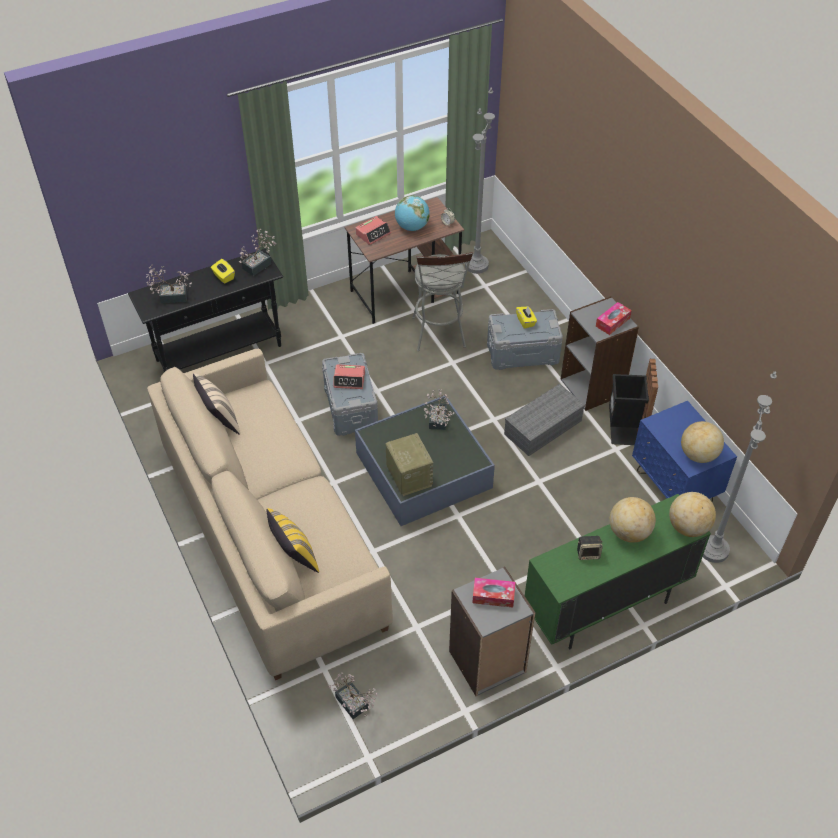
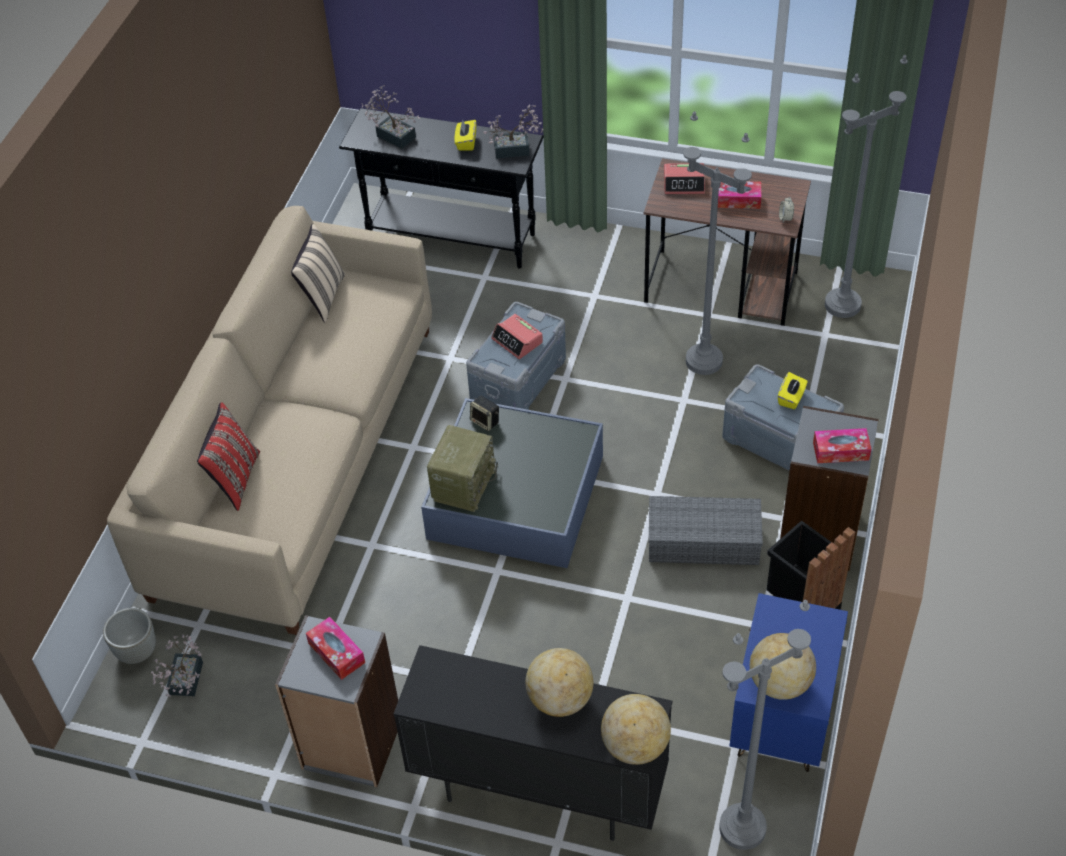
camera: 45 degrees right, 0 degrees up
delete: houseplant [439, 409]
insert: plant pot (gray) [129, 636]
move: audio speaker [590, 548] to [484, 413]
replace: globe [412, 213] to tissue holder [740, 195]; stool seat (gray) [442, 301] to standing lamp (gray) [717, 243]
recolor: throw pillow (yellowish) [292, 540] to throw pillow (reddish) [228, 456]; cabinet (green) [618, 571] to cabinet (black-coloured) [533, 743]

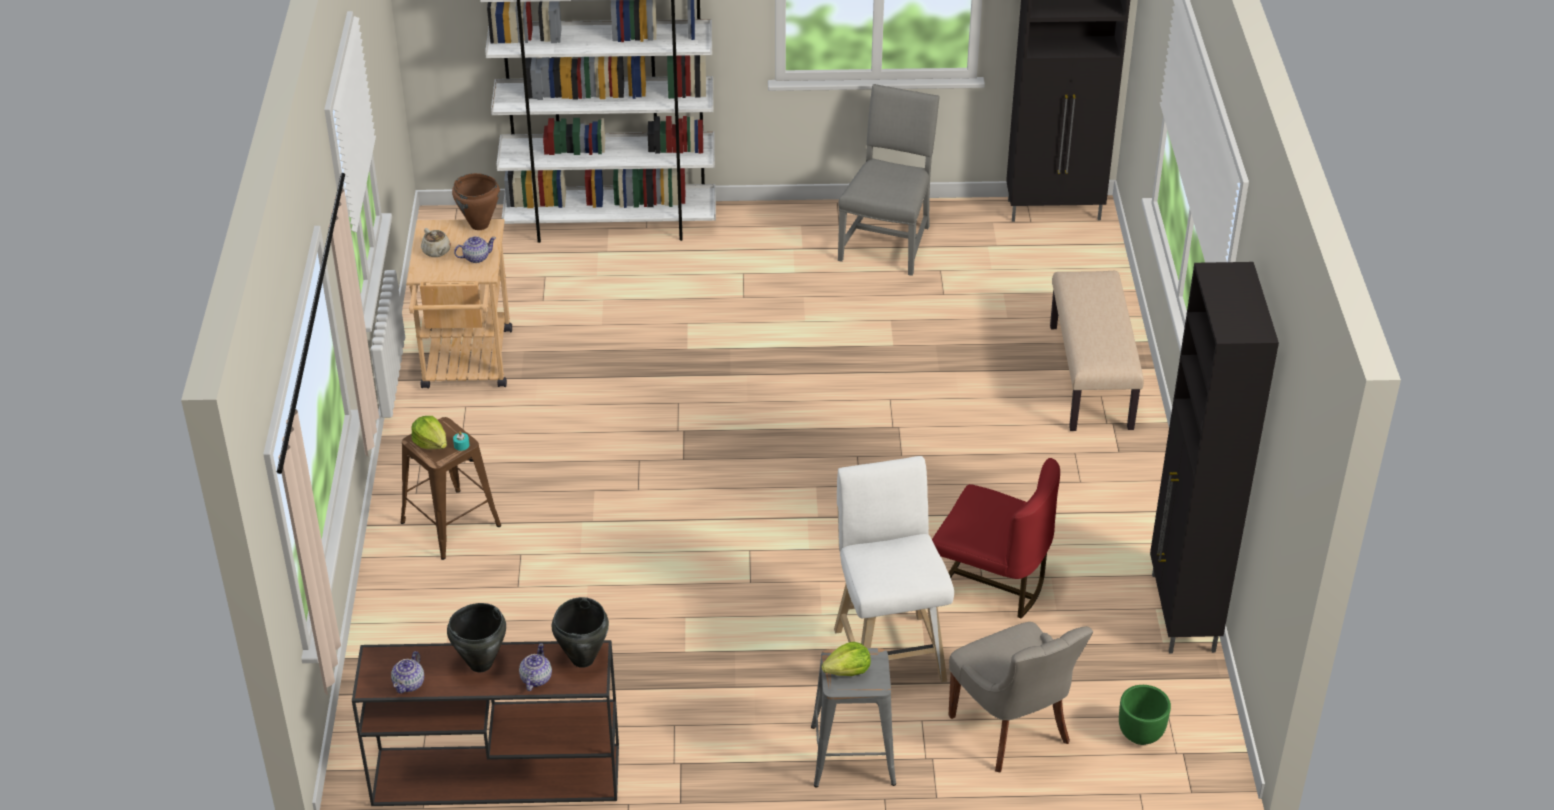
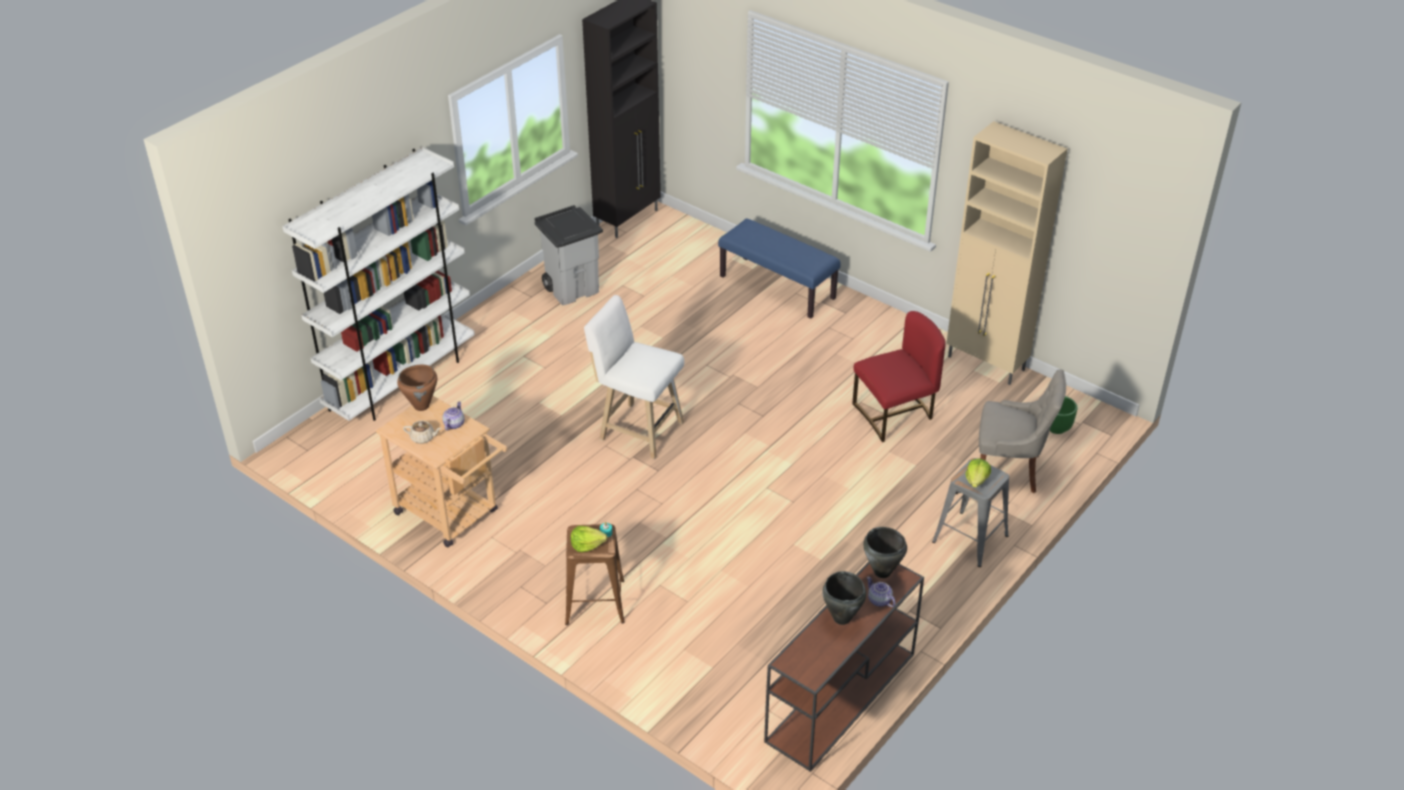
camera: 50 degrees left, 0 degrees up
delete: pot for tea [407, 672]
move: stool seat (white-coloured) [894, 569] to [634, 377]
replace: upright chair (gray) [889, 180] to waste bin (gray) [569, 255]
recolor: long seat (sand-coloured) [1097, 351] to long seat (bluish) [779, 268]; cabinet (black-coloured) [1214, 457] to cabinet (sand-coloured) [1006, 253]

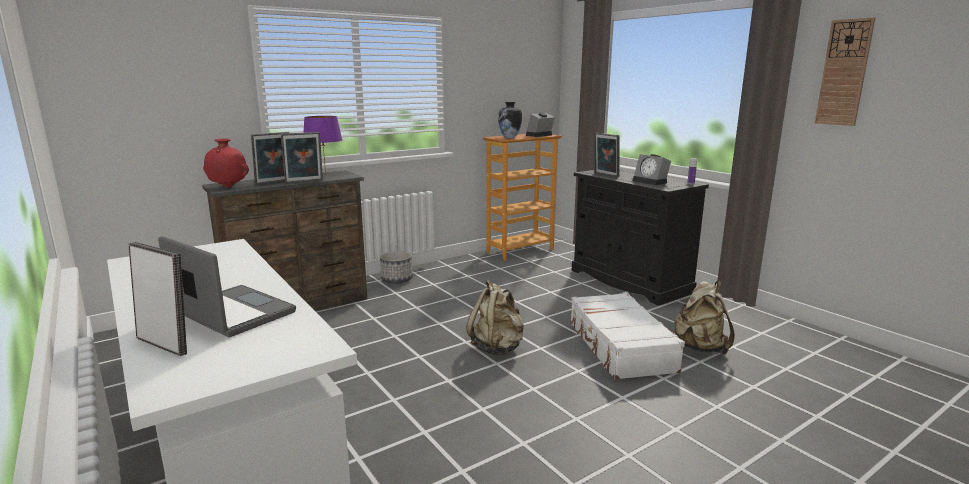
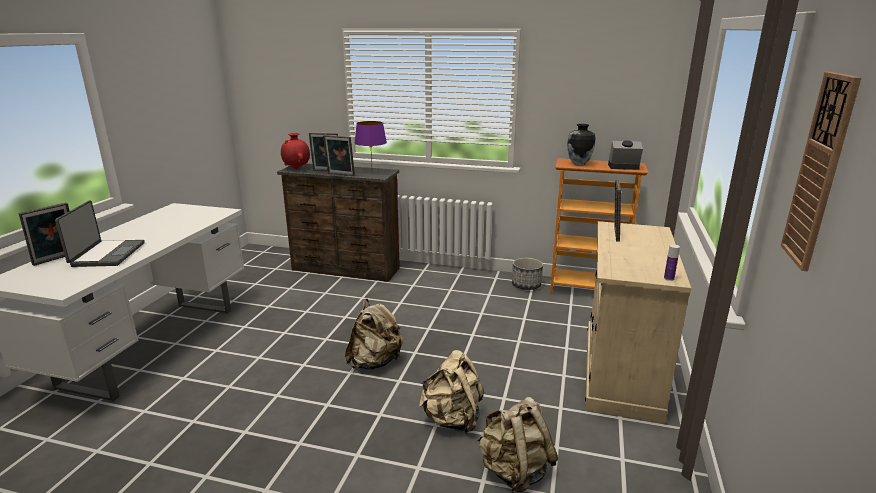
camera: 50 degrees right, 5 degrees up
delete: alarm clock [652, 169]
move: plant pot [396, 267] to [527, 274]
replace: travel case (white-coloured) [627, 336] to backpack (sand-coloured) [451, 392]
recolor: cabinet (black-coloured) [640, 237] to cabinet (sand-coloured) [638, 322]
rotate: picture frame [158, 299] = [43, 234] 45 degrees clockwise

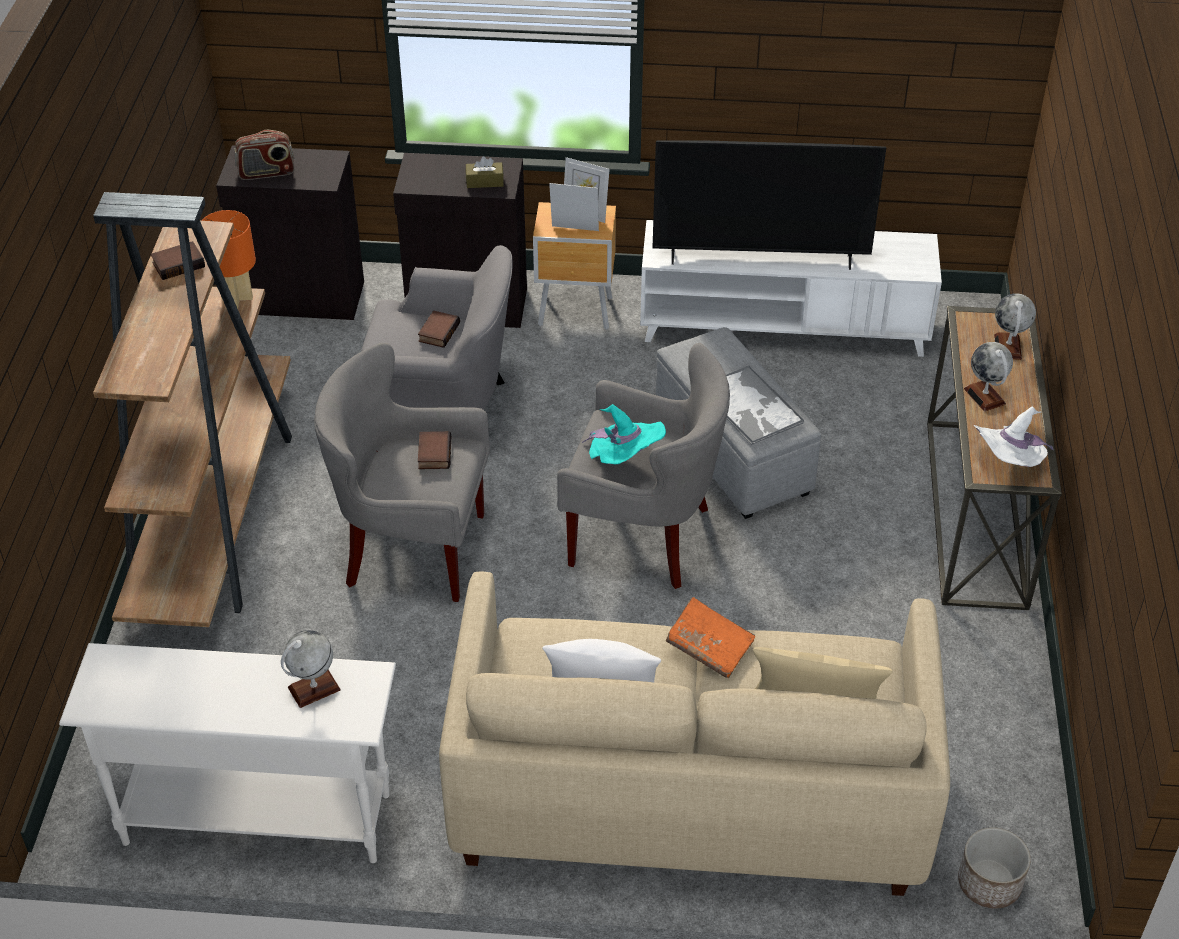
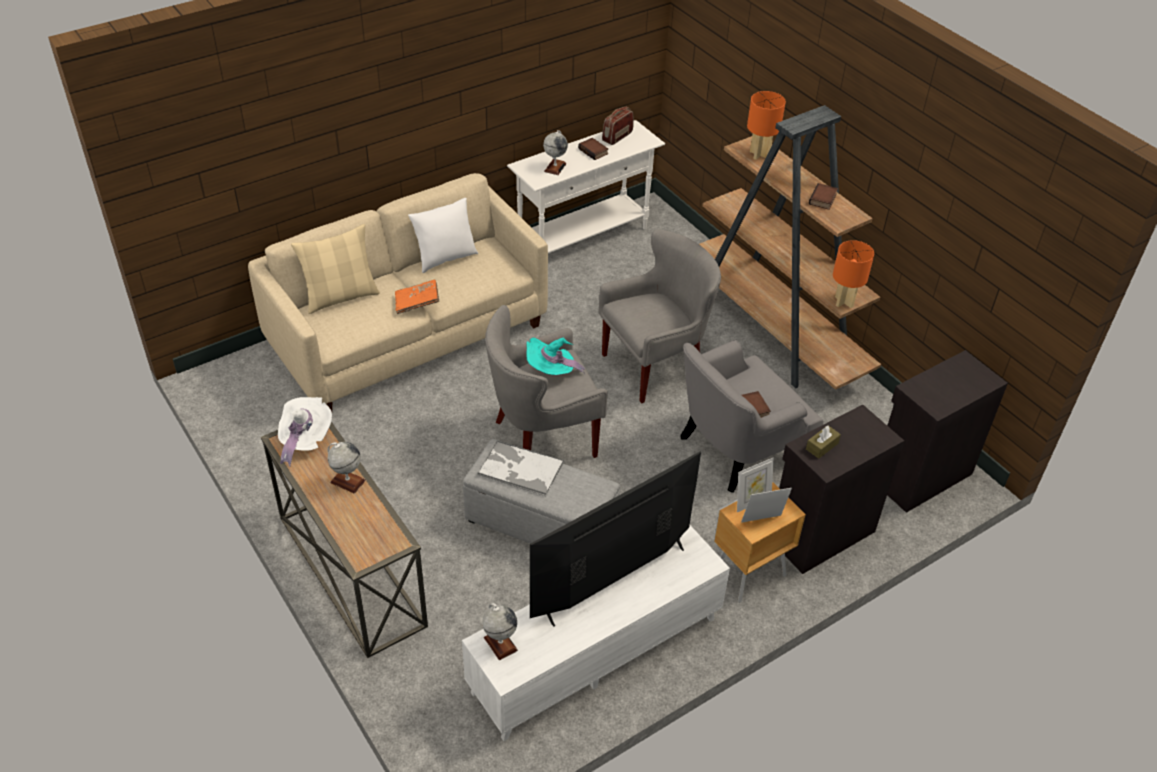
camera: 140 degrees right, 0 degrees up
delete: plant pot [994, 868]
insert: table lamp (orangey) [766, 125]
move: radio set [265, 155] to [618, 126]; book [434, 450] to [593, 149]; globe [1015, 326] to [500, 631]

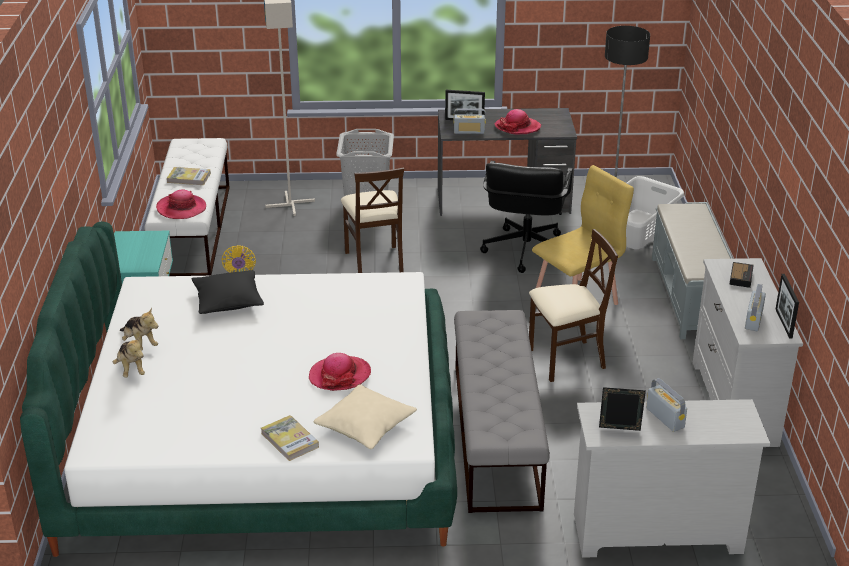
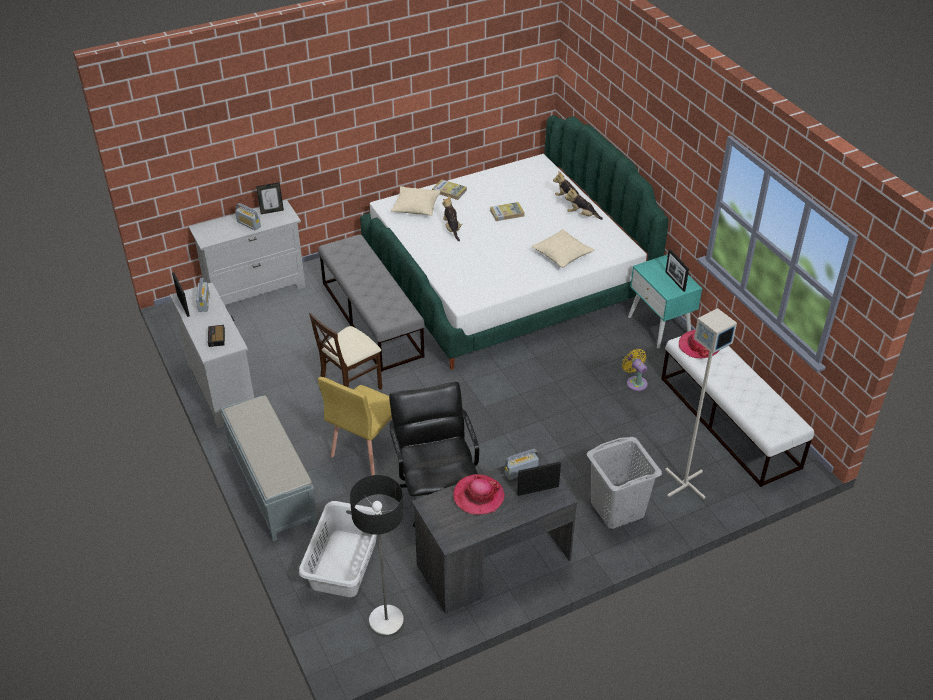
camera: 155 degrees right, 10 degrees up
delete: upright chair (sand-coloured) [372, 220]
insert: picture frame [677, 270]
move: book [189, 176] to [507, 211]
replace: clothing hat [340, 372] to cuddly toy [452, 218]
recolor: throw pillow (black-coloured) [228, 292] to throw pillow (sand-coloured) [563, 248]

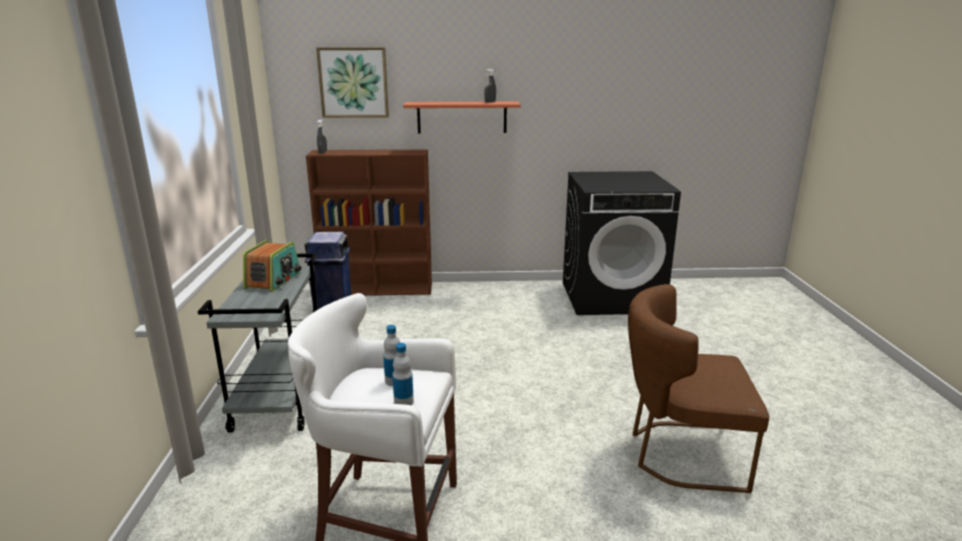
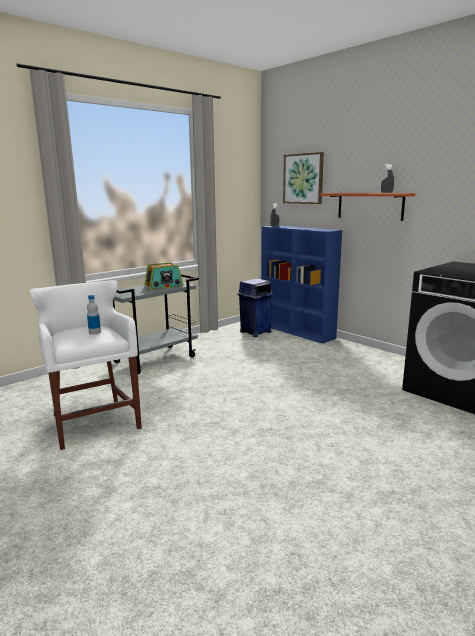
camera: 50 degrees right, 5 degrees down
delete: beverage bottle [403, 374]; upright chair (brown) [698, 388]
recolor: shelving unit (brown) [369, 222] to shelving unit (bluish) [301, 285]

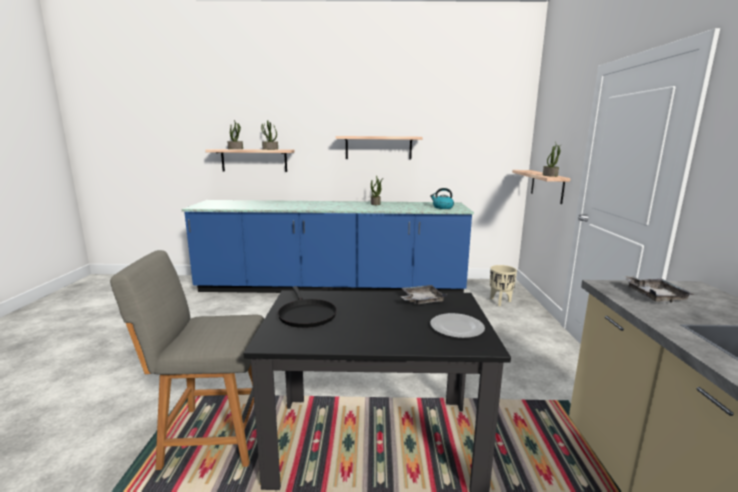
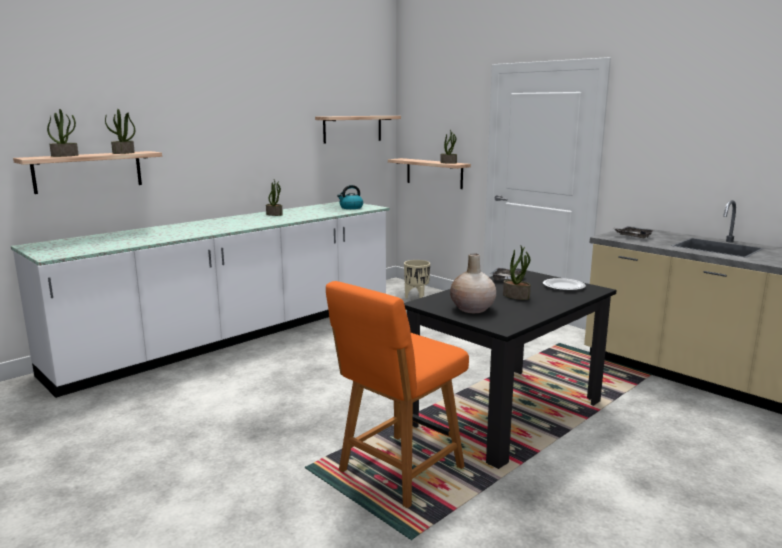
camera: 45 degrees left, 0 degrees up
insert: houseplant [517, 273]
move: shelf [379, 148] to [358, 130]
replace: pan (black-coloured) [307, 307] to flower vase (sand-coloured) [473, 283]
recolor: upright chair (gray) [187, 360] to upright chair (orangey) [397, 394]; counter (bluish) [327, 246] to counter (white-coloured) [200, 300]

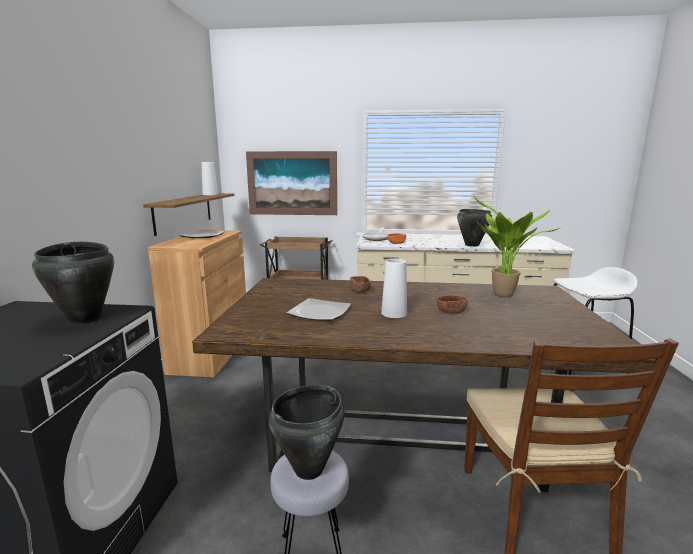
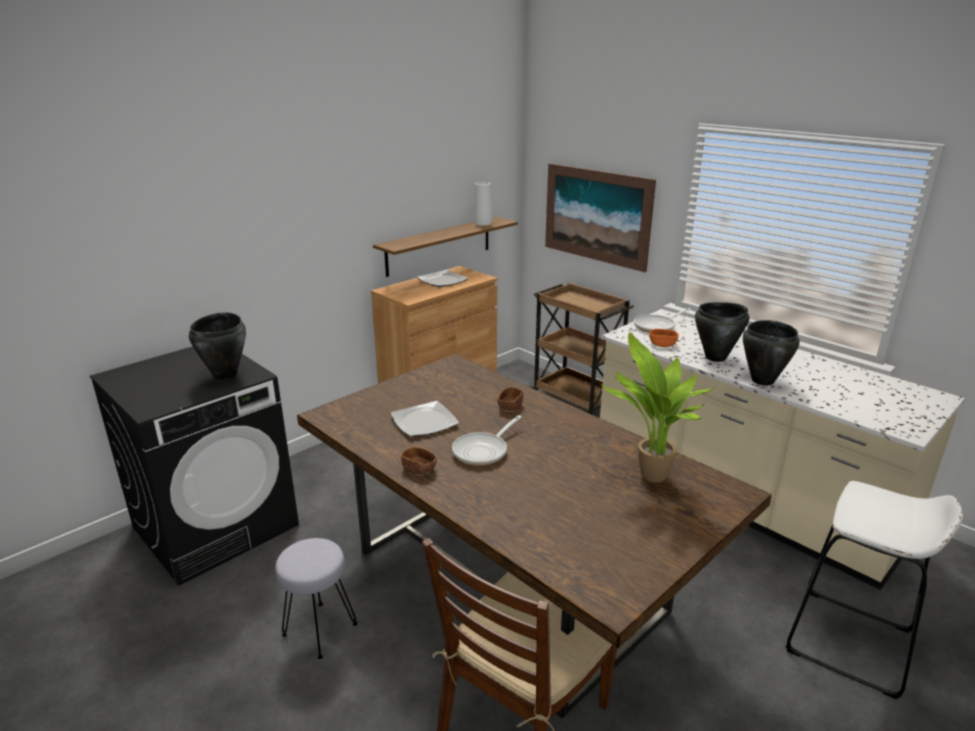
camera: 40 degrees right, 10 degrees up
move: saucepot (black-coloured) [307, 432] to [722, 332]; deep dish (brown) [452, 304] to [419, 461]
replace: flower vase (white-coloured) [394, 288] to pan [487, 440]

